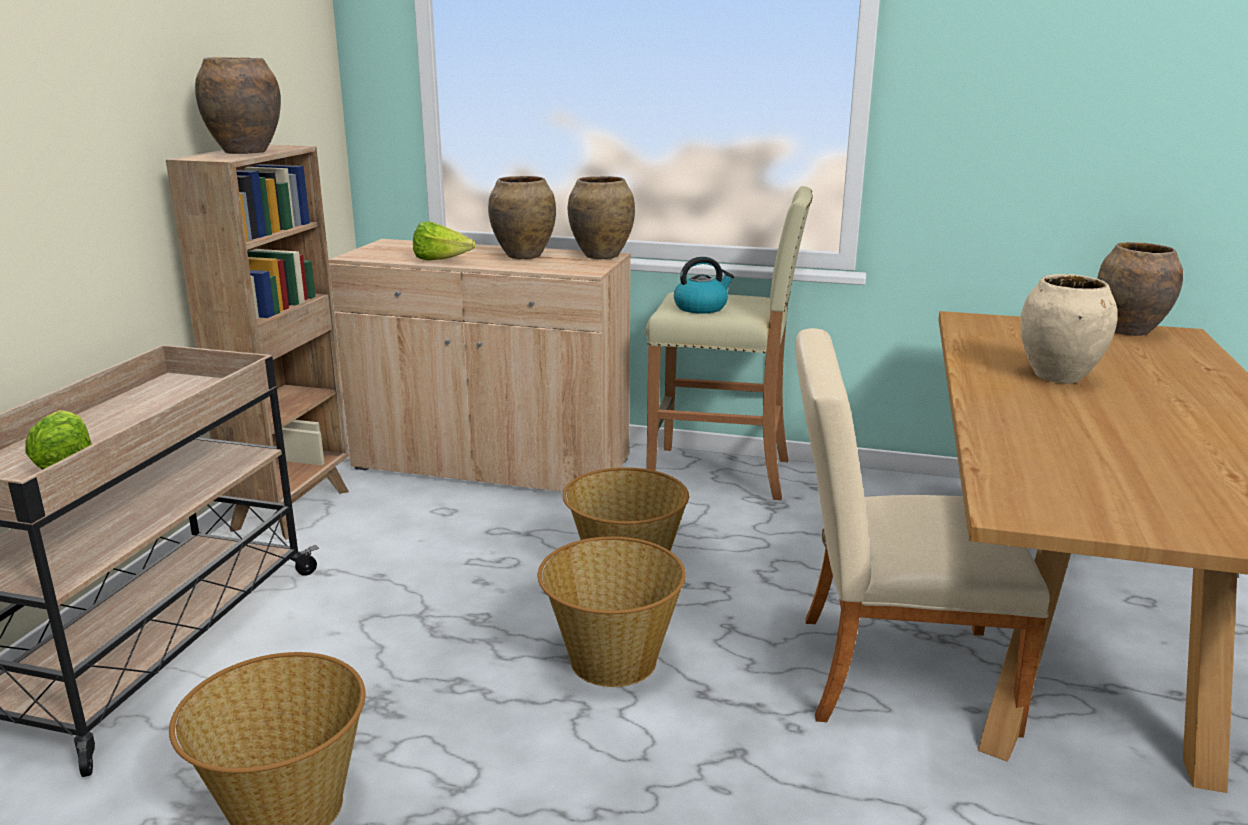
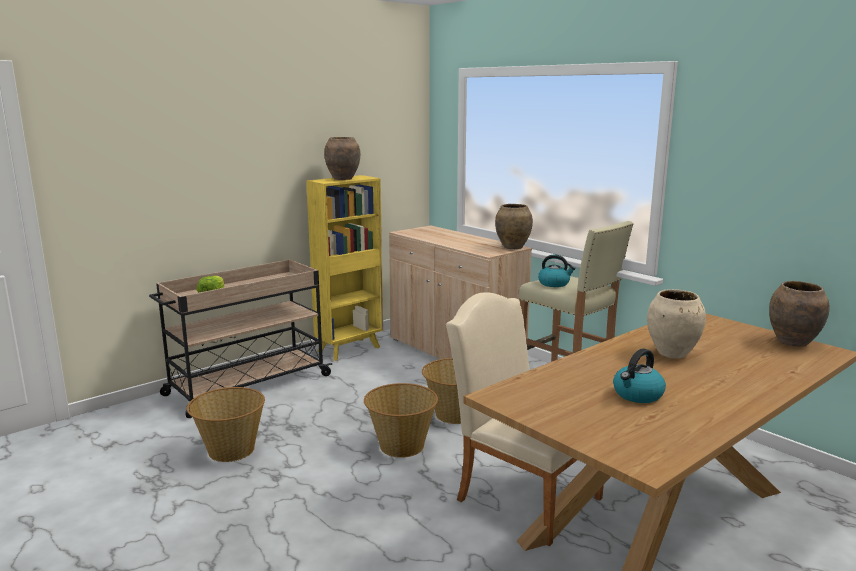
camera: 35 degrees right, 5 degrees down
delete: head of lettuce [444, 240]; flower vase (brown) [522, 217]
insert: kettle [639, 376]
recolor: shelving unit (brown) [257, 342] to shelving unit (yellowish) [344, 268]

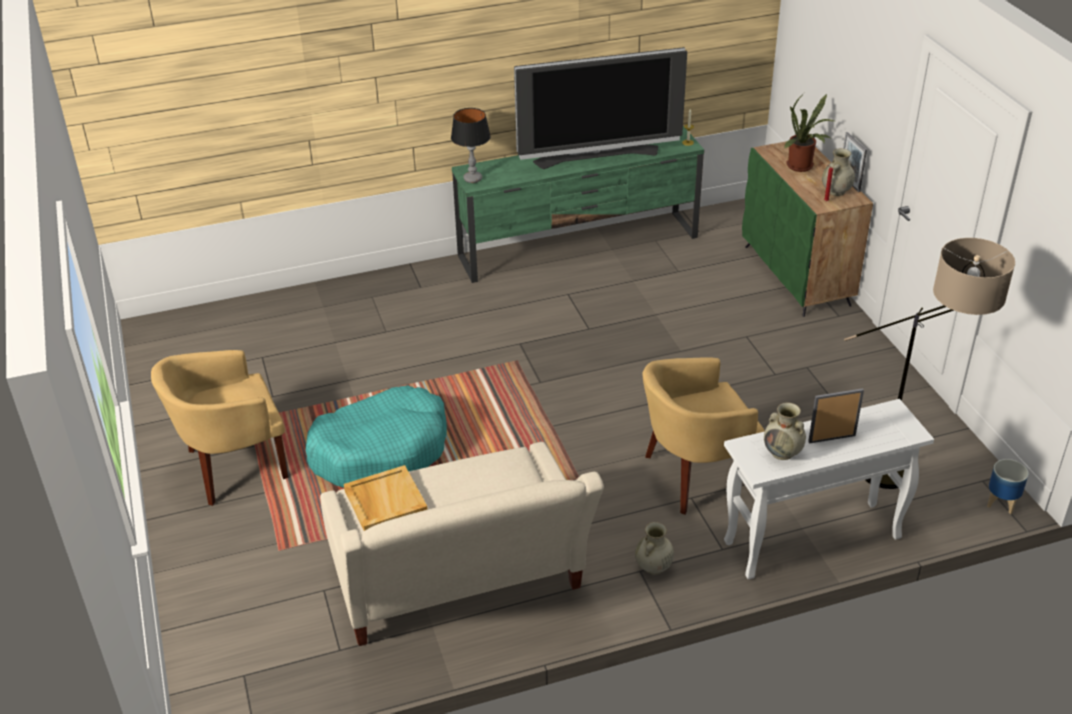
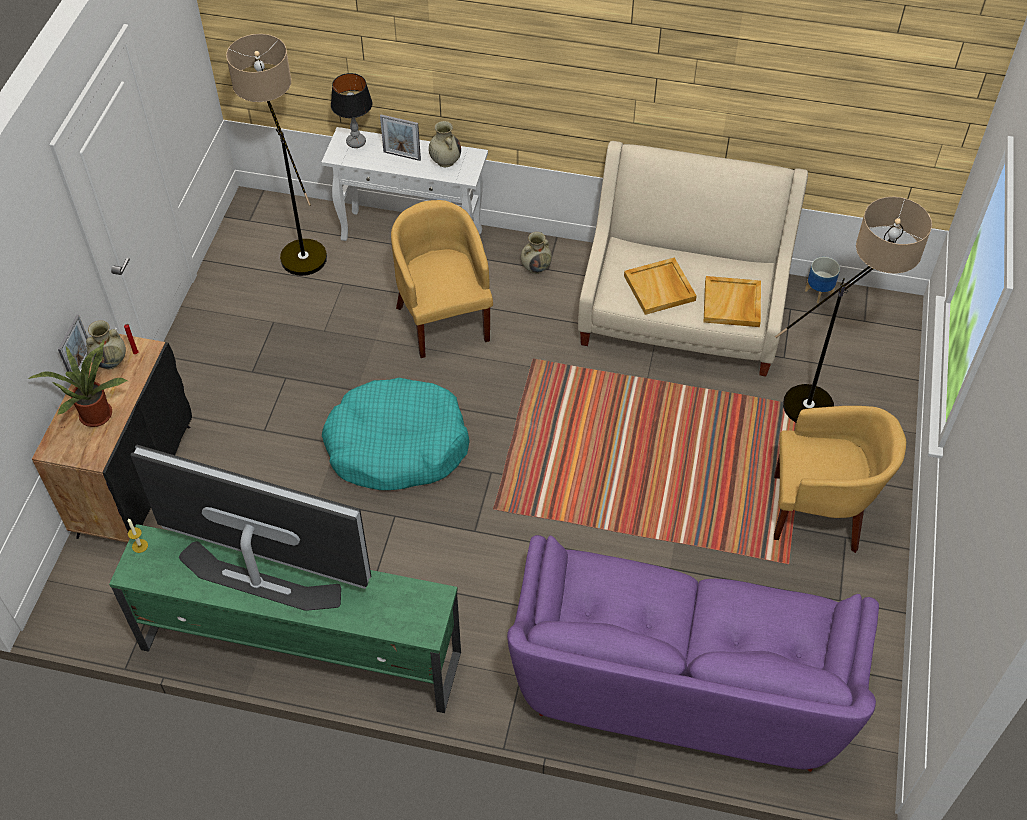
camera: 150 degrees left, 15 degrees up
insert: settee (purple-coloured) [693, 653]; tray (sand-coloured) [660, 286]; standing lamp [853, 310]
move: dog bed (turquoise-coloured) [376, 436] to [396, 434]; table lamp [471, 145] to [351, 110]; plant pot [1008, 486] to [822, 280]
recolor: cabinet (green) [807, 229] to cabinet (black-coloured) [112, 438]
rotate: lounge chair (yellowish) [703, 436] = [442, 279] 120 degrees counterclockwise

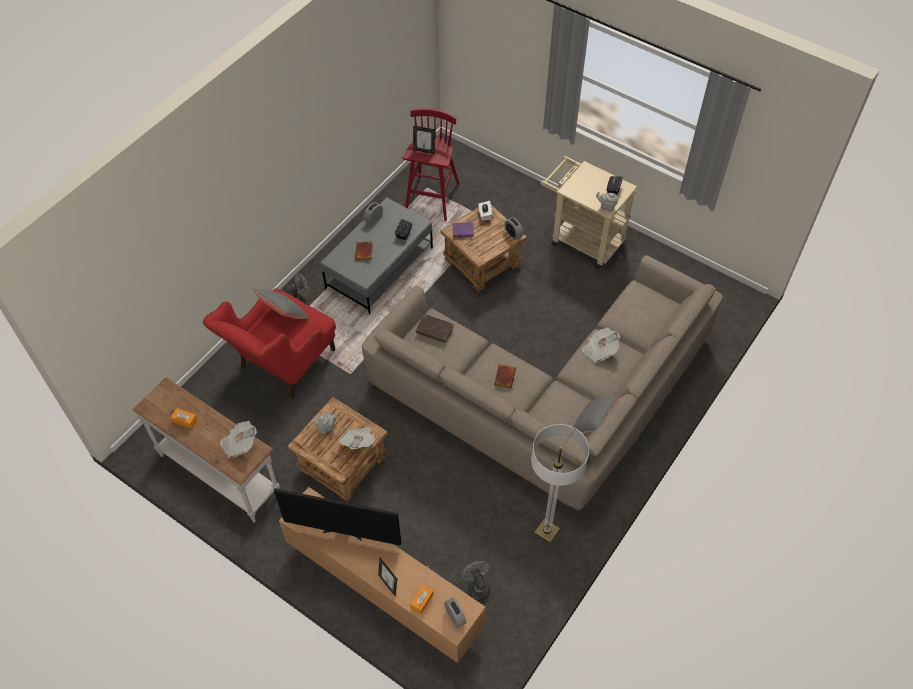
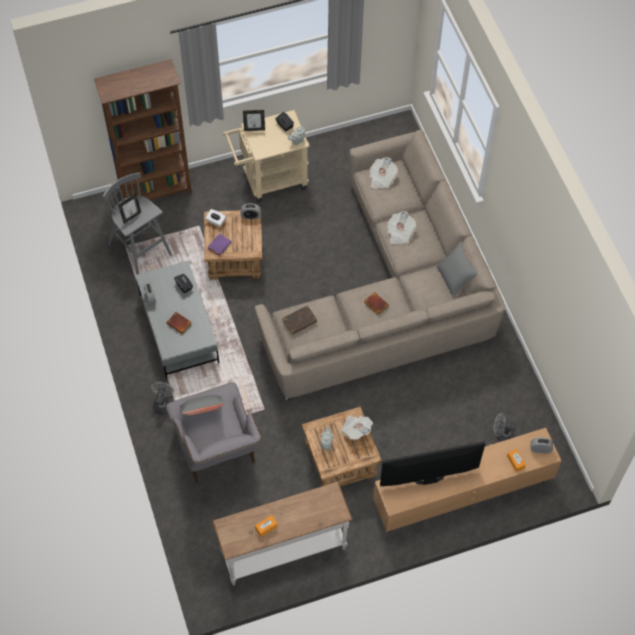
camera: 55 degrees left, 5 degrees up
delete: standing lamp [560, 483]
insert: shelving unit (brown) [143, 129]
move: daily paper [238, 439] to [383, 173]; picture frame [387, 577] to [254, 120]
recolor: lounge chair (reddish) [269, 343] to lounge chair (gray) [213, 432]; stool seat (reddish) [431, 164] to stool seat (gray) [137, 223]
rotate: TV [337, 517] = [433, 463] 150 degrees counterclockwise

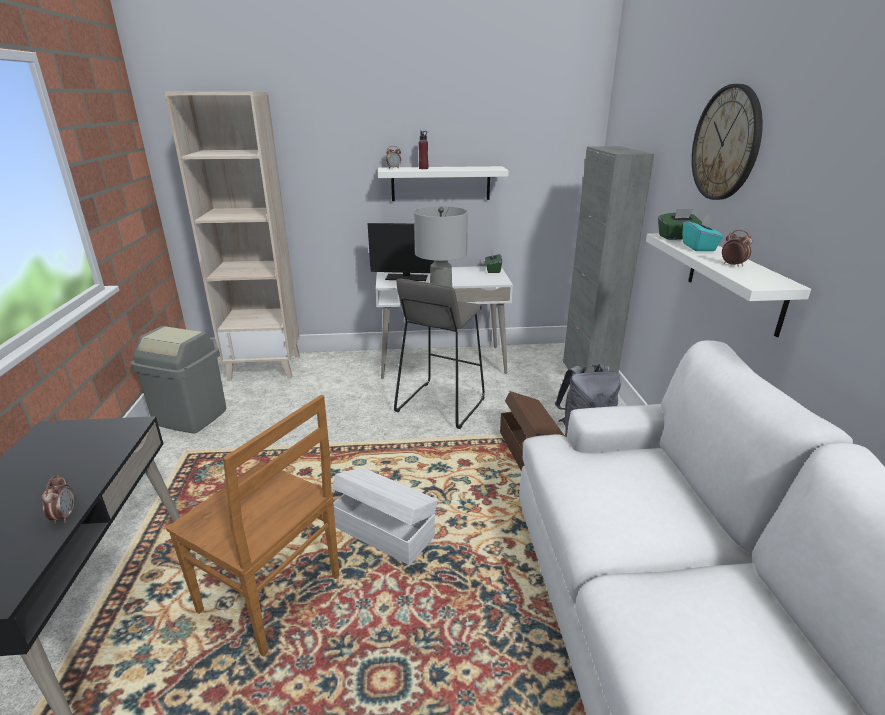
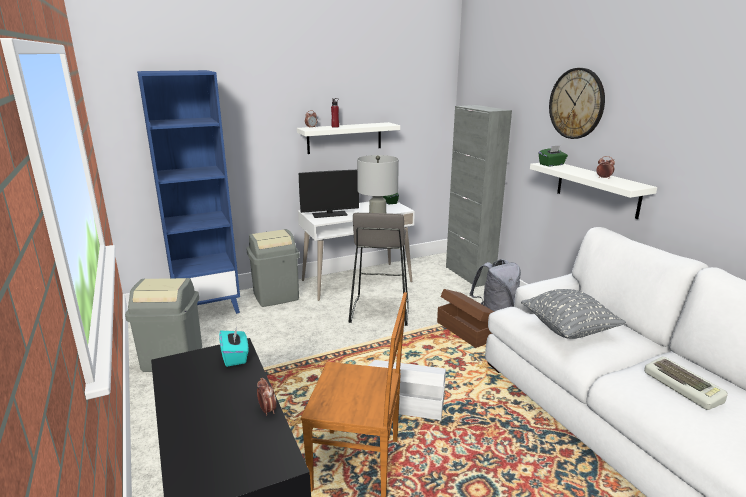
camera: 20 degrees left, 5 degrees down
insert: waste bin (gray) [273, 268]; throw pillow (gray) [573, 314]; computer keyboard [686, 383]
move: tissue holder (turquoise-coloured) [703, 232] to [233, 346]
recolor: shelving unit (sand-coloured) [232, 236] to shelving unit (bluish) [188, 192]

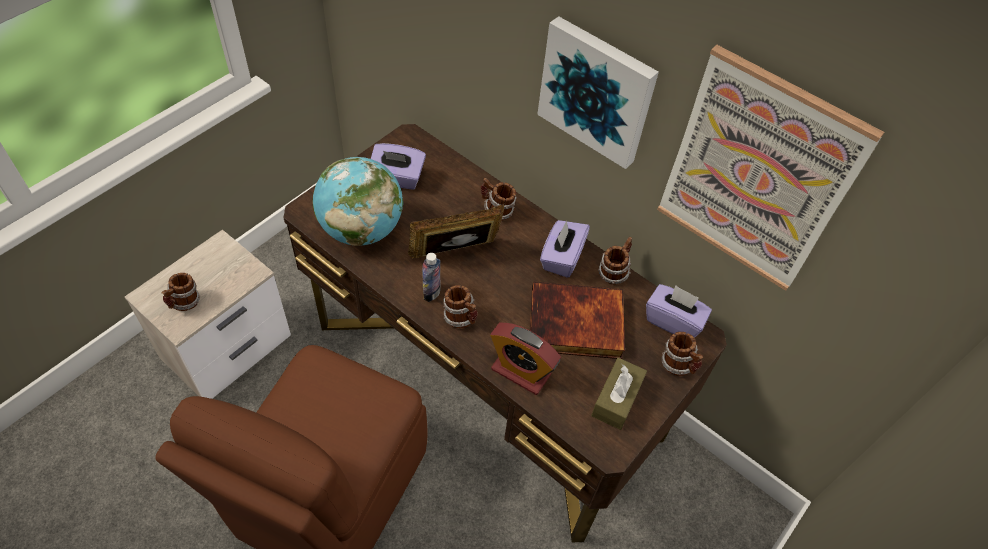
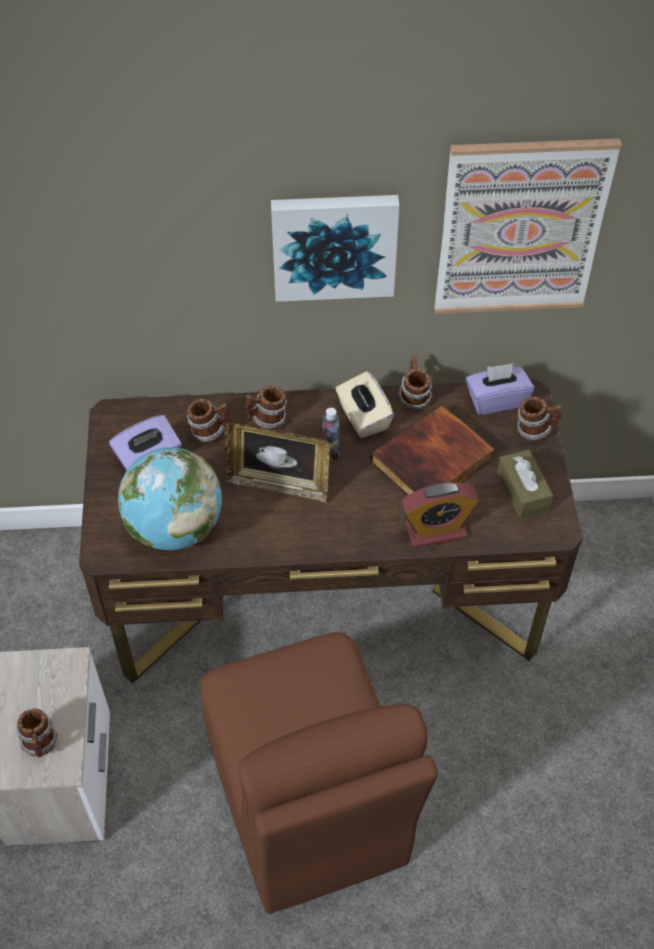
camera: 40 degrees left, 0 degrees up
move: beverage bottle [431, 277] to [331, 435]; coffee mug [460, 306] to [208, 421]
recolor: tissue holder (purple-coloured) [565, 249] to tissue holder (sand-coloured) [365, 404]
rotate: picture frame [456, 231] = [277, 463] 105 degrees counterclockwise

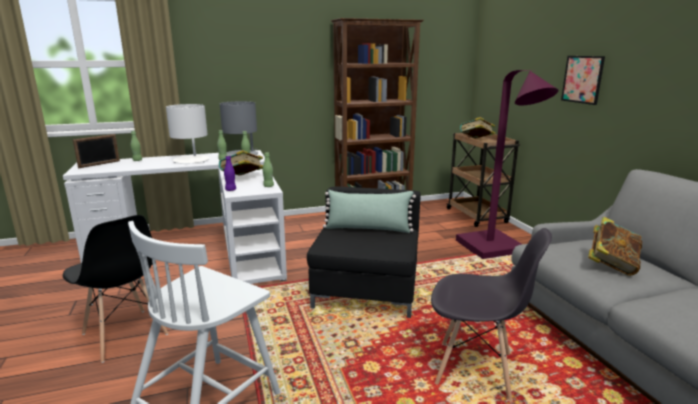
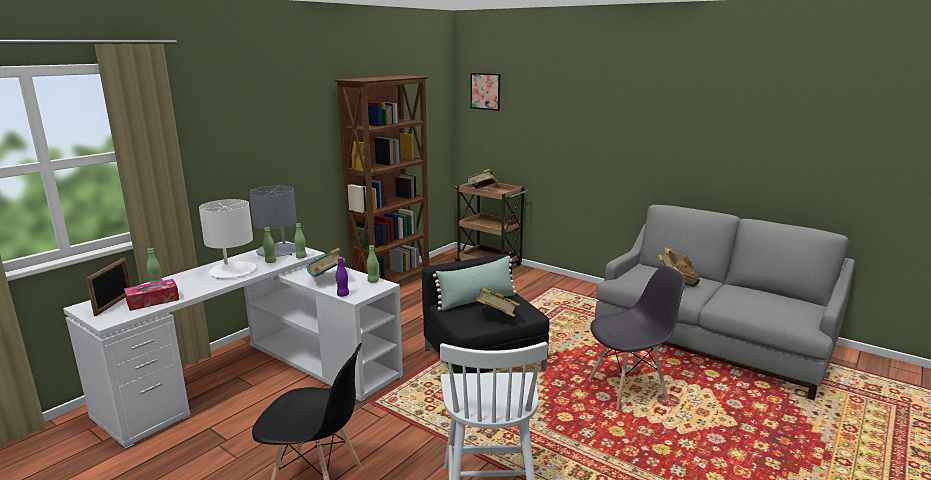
camera: 35 degrees left, 0 degrees up
delete: standing lamp (purple-coloured) [507, 164]
insert: tissue holder [151, 295]; book [496, 302]
move: wall art [583, 80] to [485, 92]

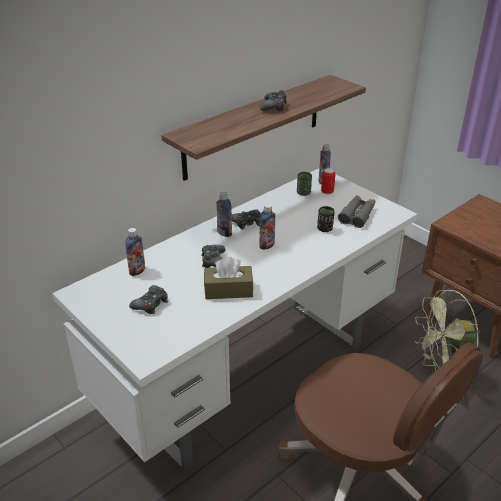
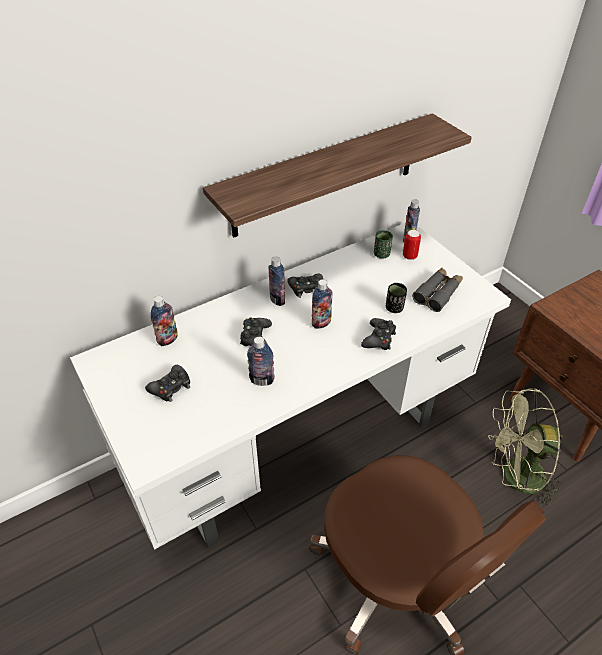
camera: 10 degrees right, 10 degrees up
move: joypad (black-coloured) [273, 100] to [378, 334]
replace: tissue holder (brown) [228, 278] to beverage bottle [261, 361]

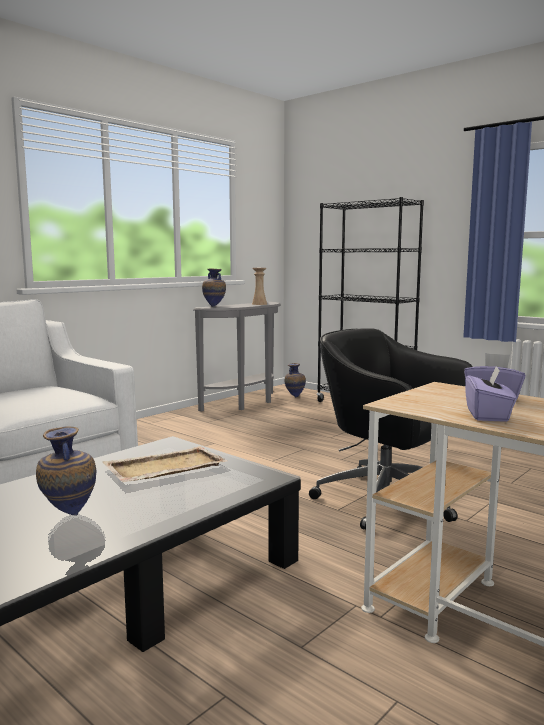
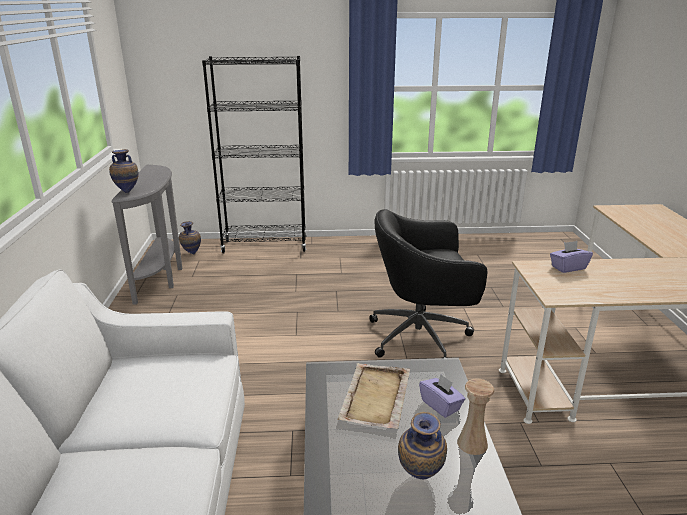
camera: 45 degrees left, 15 degrees up
move: flower vase (sand-coloured) [259, 286] to [475, 416]; tissue holder (purple-coloured) [491, 394] to [442, 396]

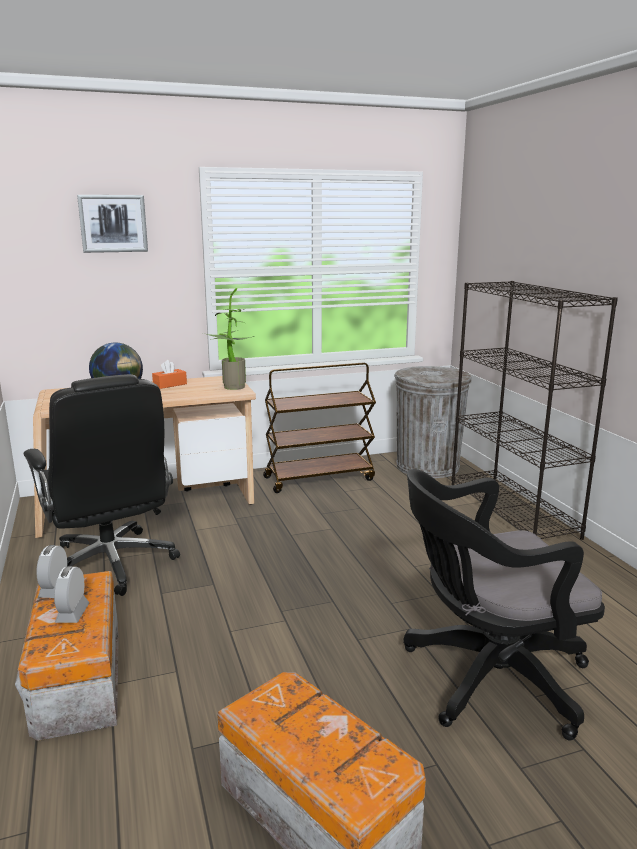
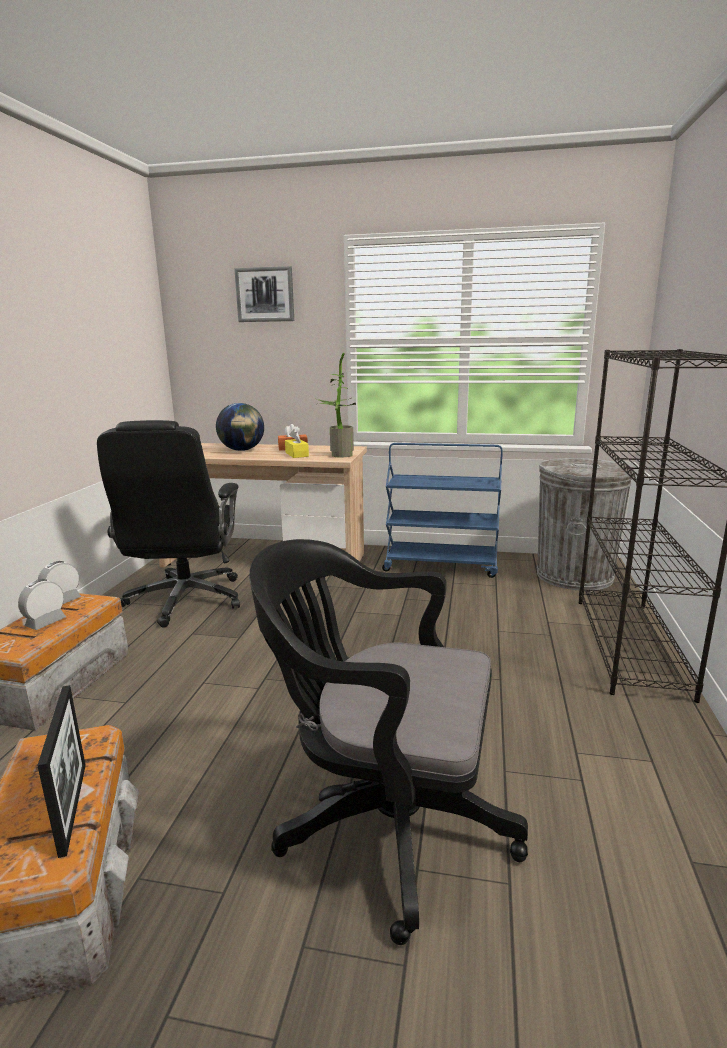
camera: 30 degrees right, 0 degrees up
insert: picture frame [61, 771]; tissue holder (yellowish) [297, 443]
recolor: trolley (brown) [319, 428] to trolley (bluish) [442, 510]

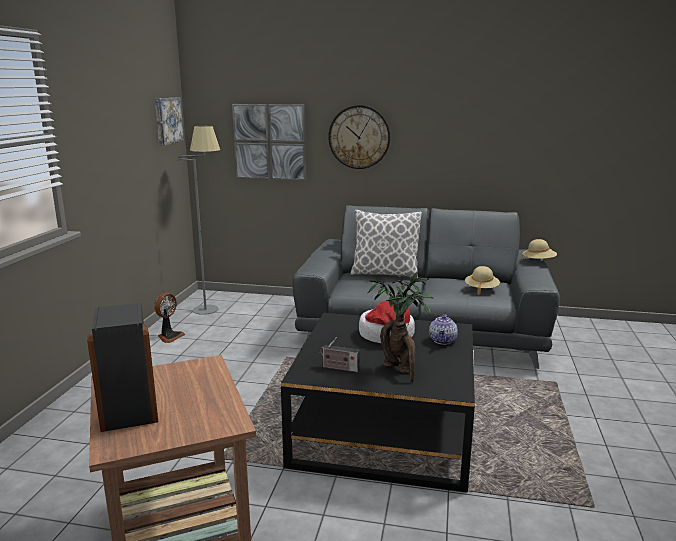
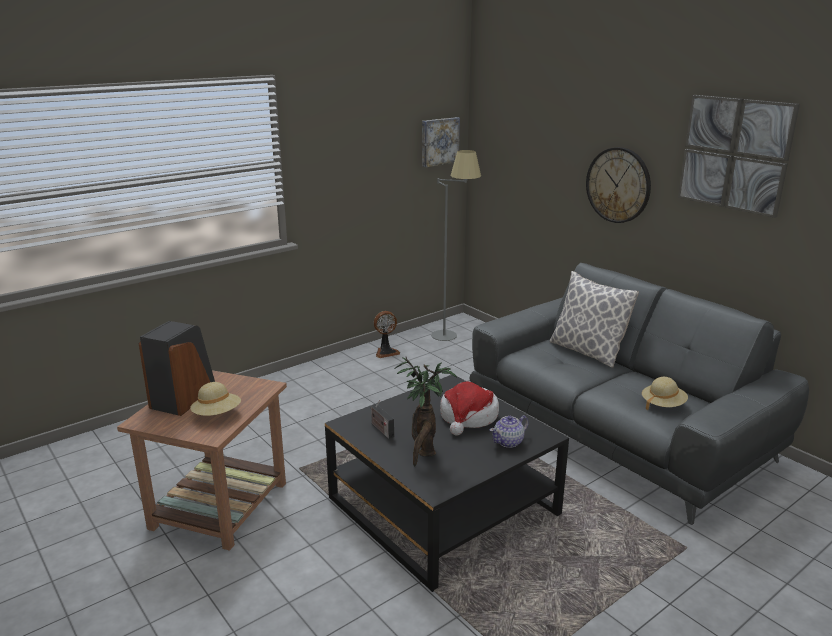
camera: 40 degrees right, 5 degrees up
move: wall art [269, 142] to [739, 156]; clothing hat (sand-coloured) [539, 249] to [215, 399]

